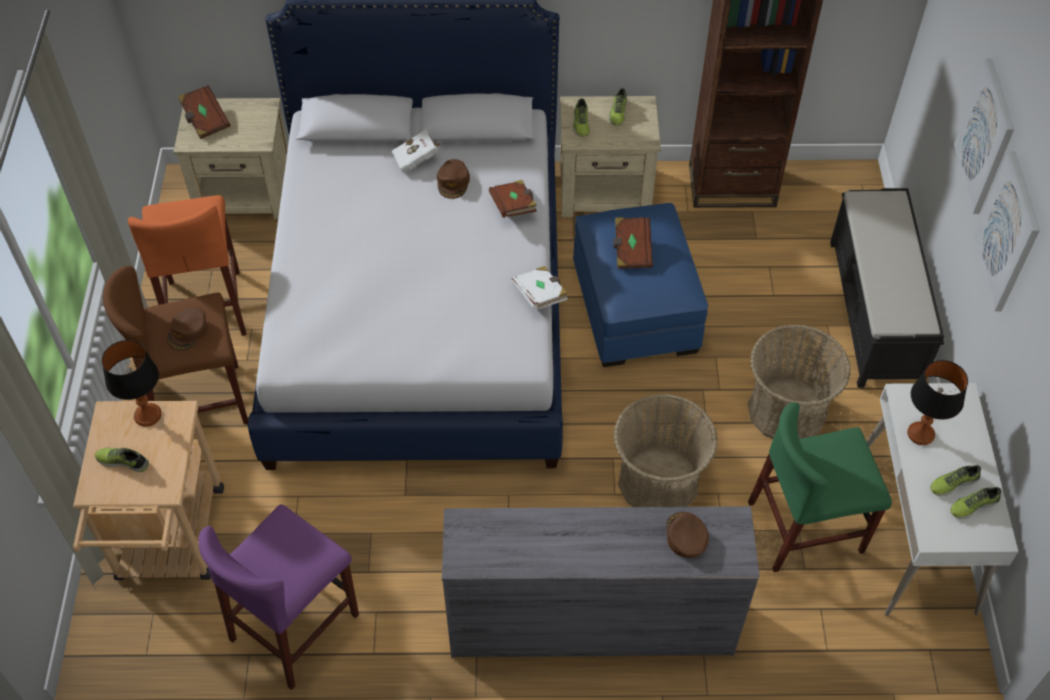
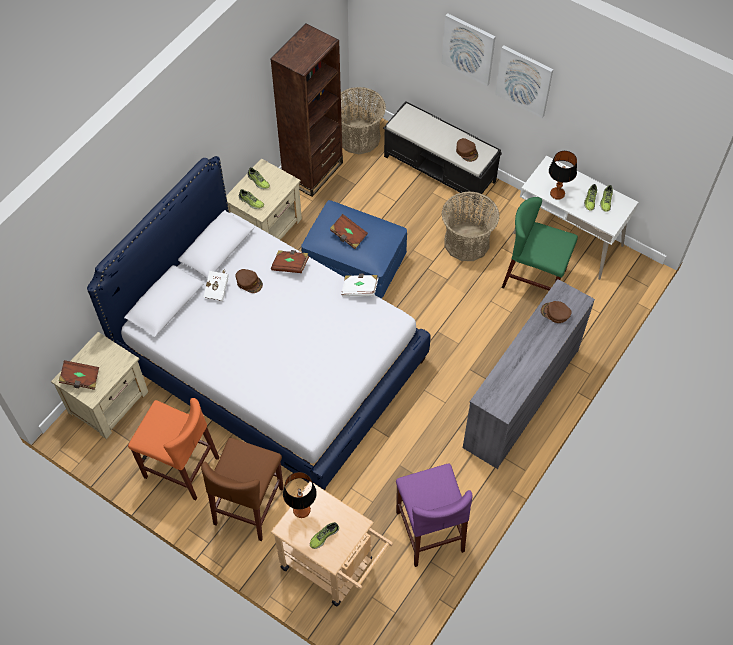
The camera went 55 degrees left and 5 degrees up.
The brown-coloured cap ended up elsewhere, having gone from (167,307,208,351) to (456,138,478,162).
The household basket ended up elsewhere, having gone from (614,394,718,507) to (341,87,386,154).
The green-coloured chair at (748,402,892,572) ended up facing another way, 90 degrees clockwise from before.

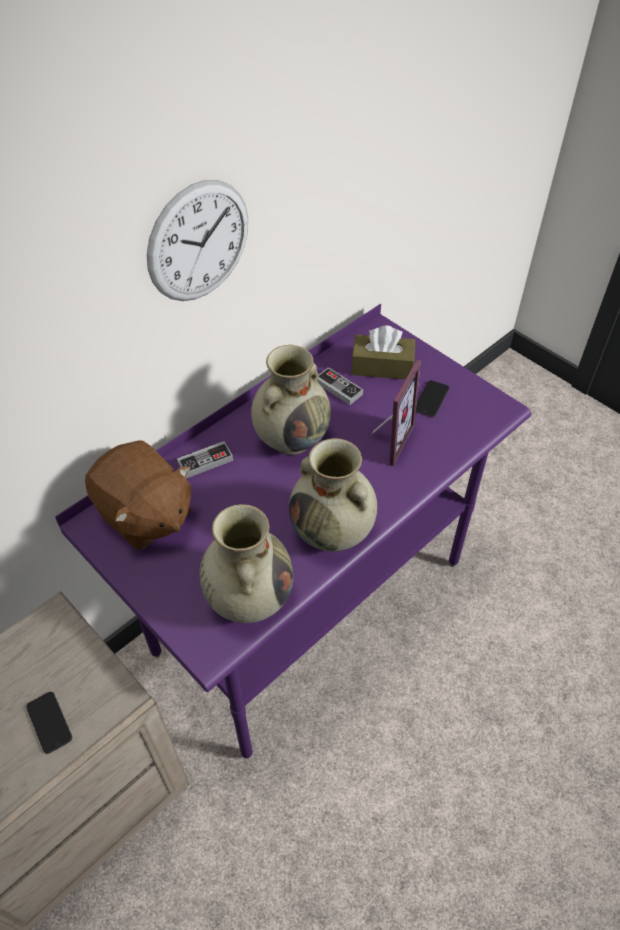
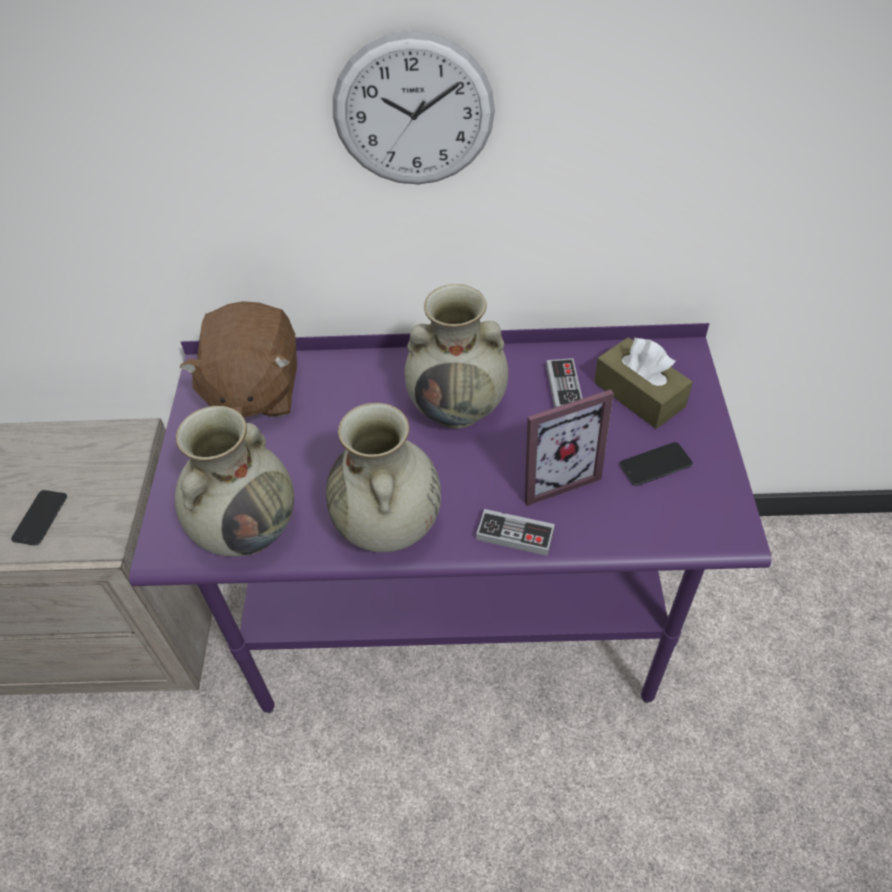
The camera went 45 degrees right and 0 degrees up.
The game controller ended up elsewhere, having gone from (177,441,233,478) to (476,509,555,556).

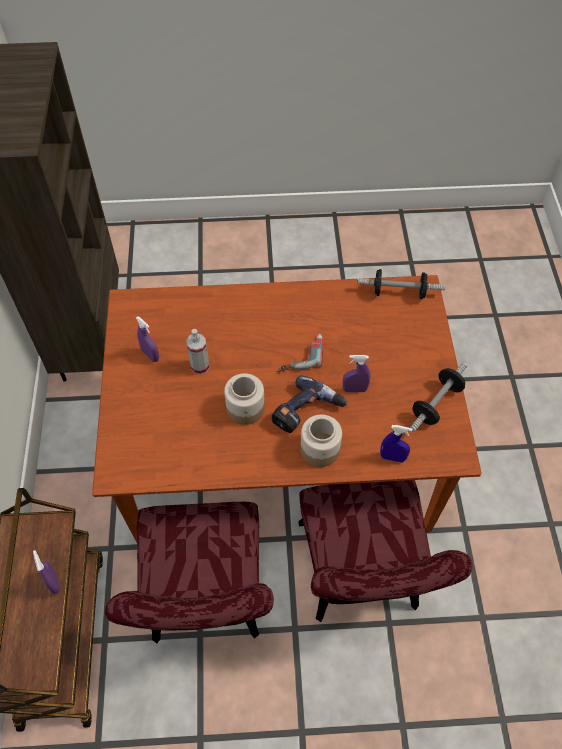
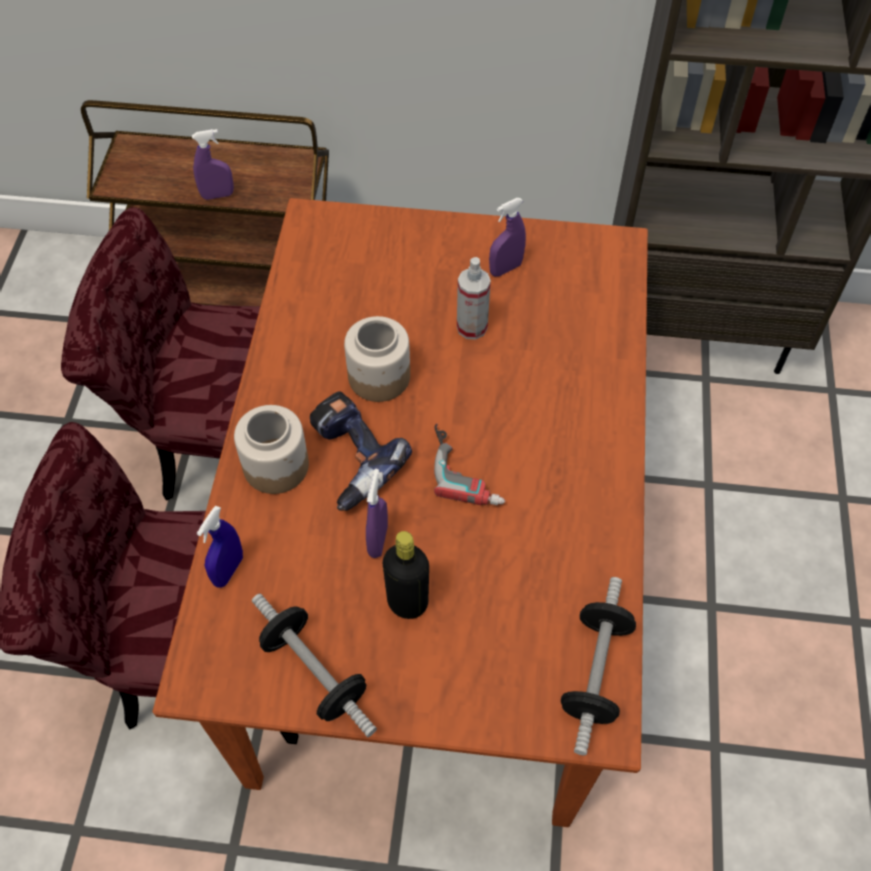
The camera went 100 degrees right and 0 degrees up.
The second view gained the black-coloured beverage bottle at (383,531,429,619).

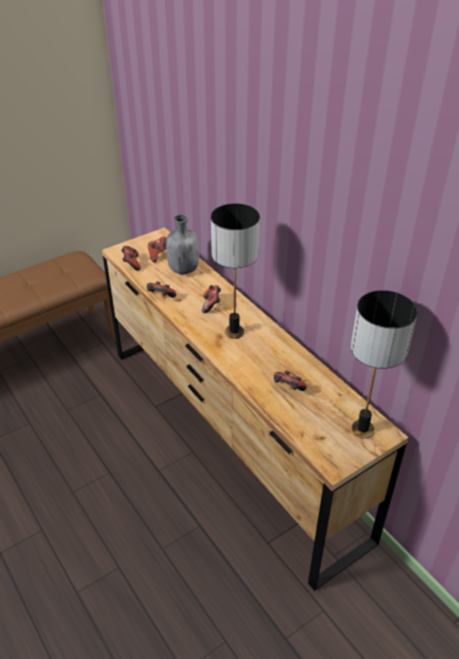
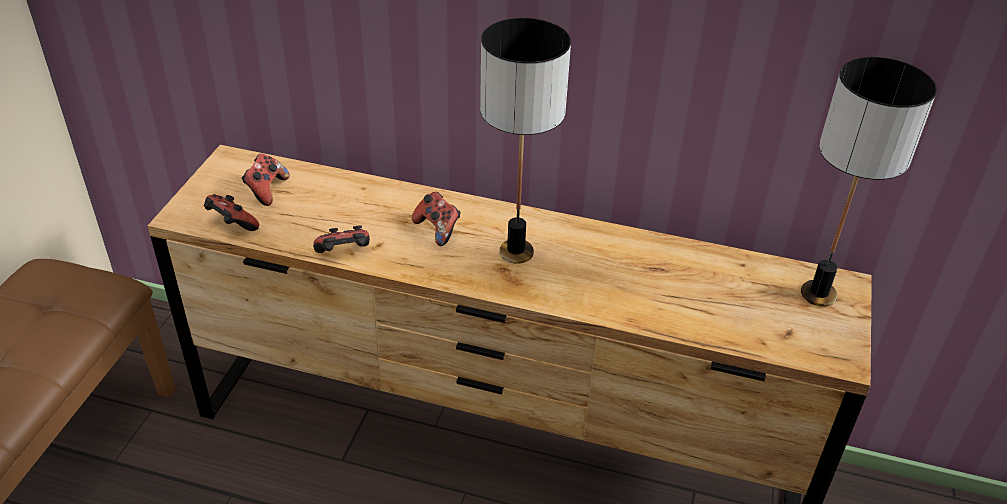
The camera went 40 degrees left and 0 degrees up.
The second view lost the gray beverage bottle at (166,215,199,274).
The second view lost the game controller at (274,371,307,391).

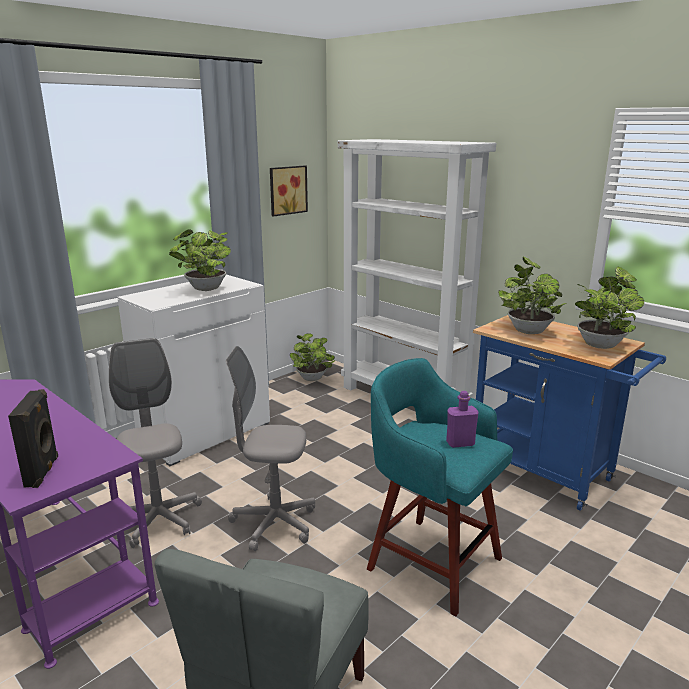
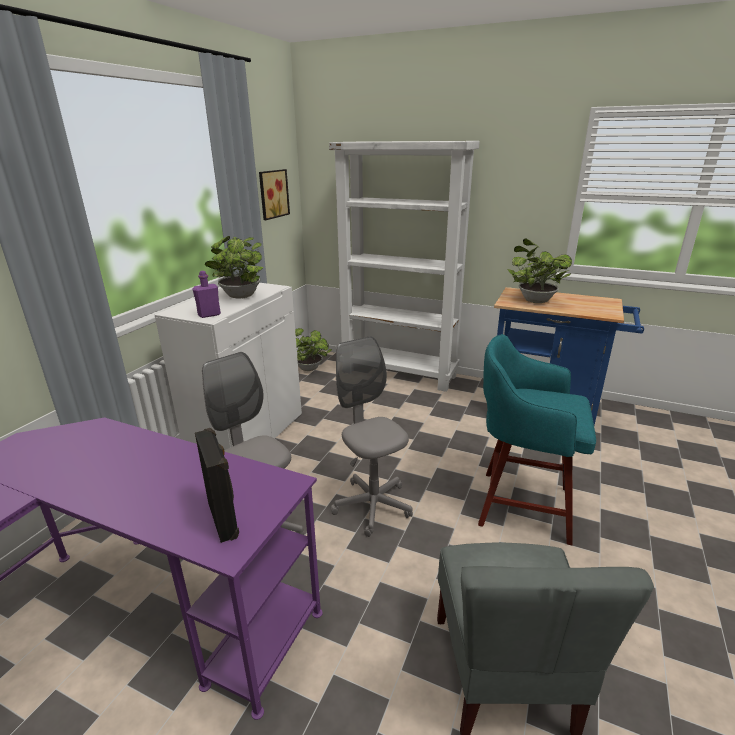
The camera went 20 degrees left and 5 degrees up.
The gray computer chair at (226,346,315,551) ended up facing another way, 75 degrees clockwise from before.
The purple beverage bottle ended up elsewhere, having gone from (446,391,479,448) to (192,271,221,318).
The second view lost the houseplant at (575,267,644,349).

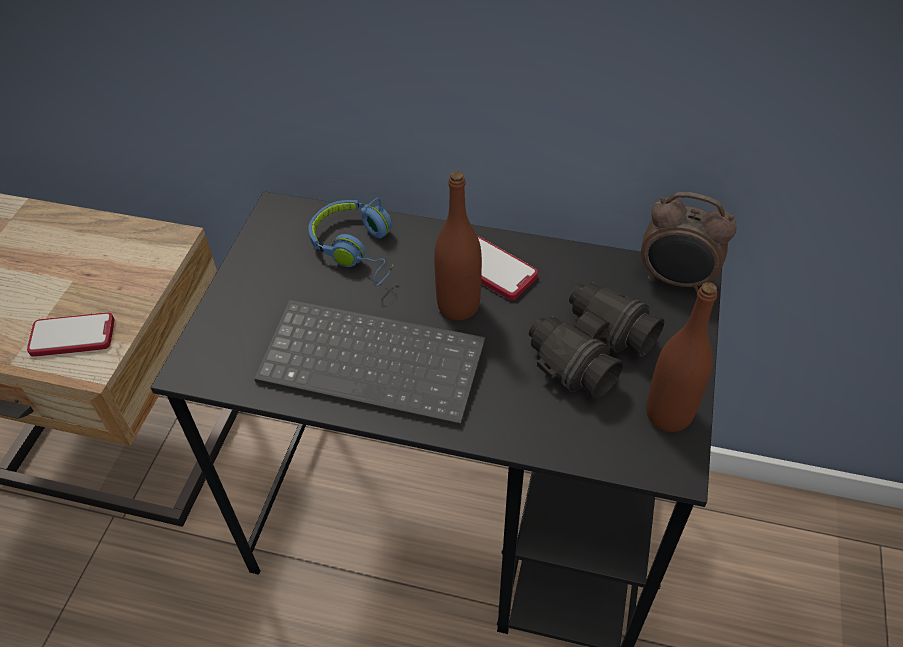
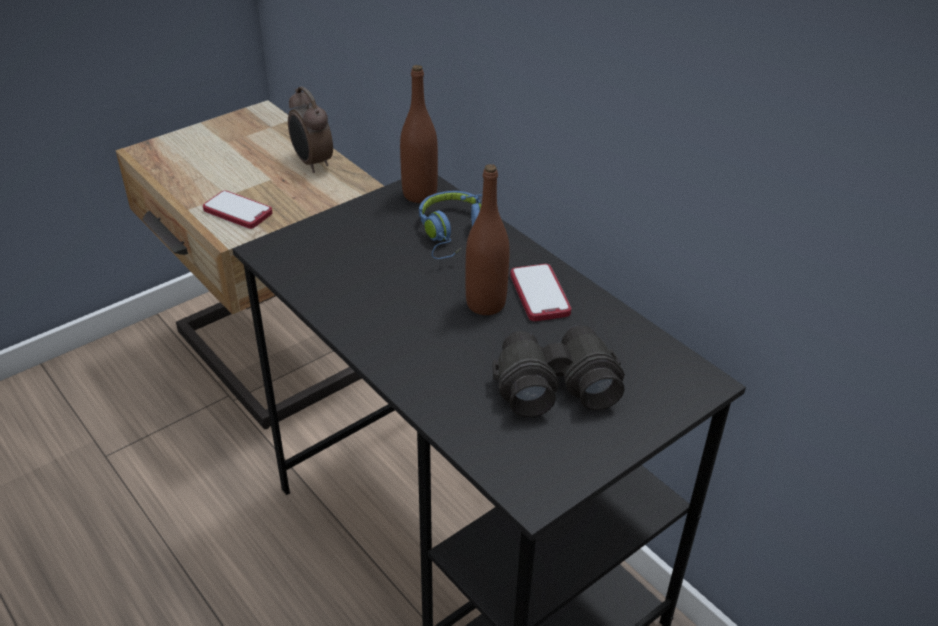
The camera went 35 degrees right and 10 degrees down.
The second view lost the computer keyboard at (254,299,485,427).
The bedside clock ended up elsewhere, having gone from (641,192,737,293) to (288,86,333,173).
The brown-coloured beverage bottle ended up elsewhere, having gone from (646,282,717,432) to (400,65,438,203).

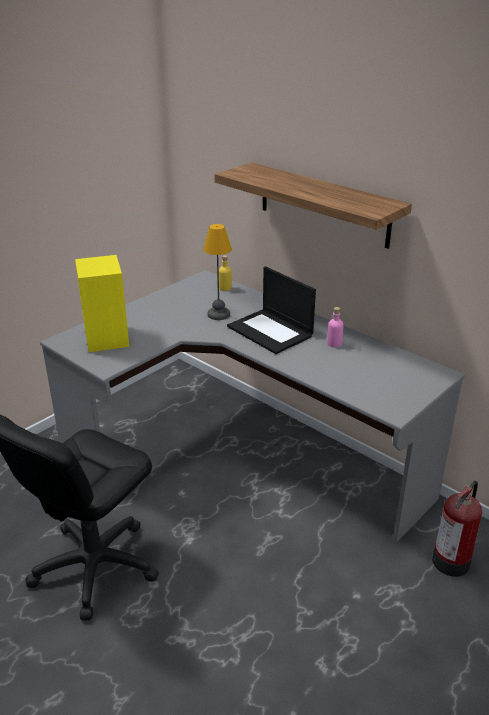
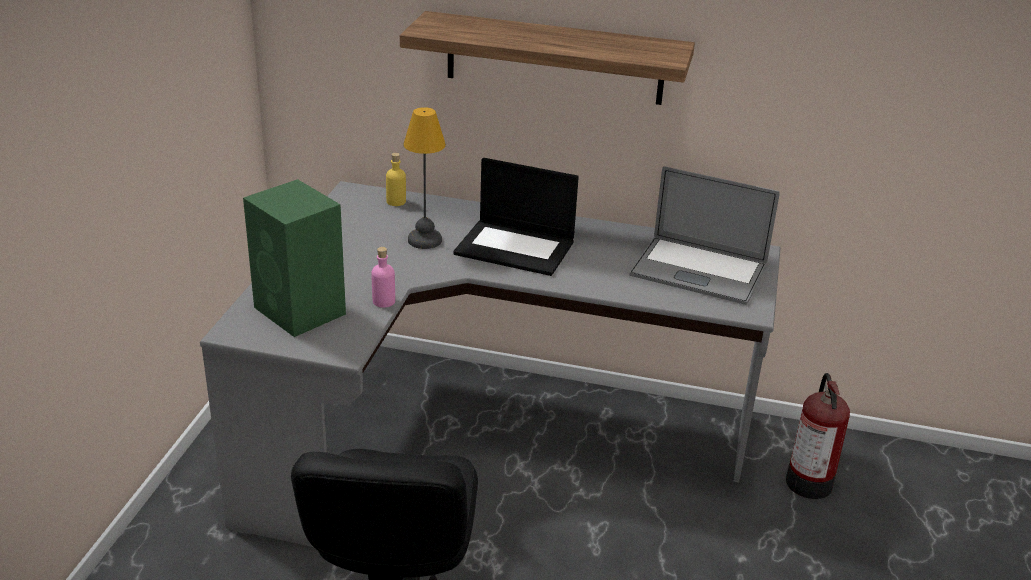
The camera went 30 degrees left and 0 degrees up.
What was the yellow-coloured audio speaker at (75,255,129,352) turned into the green-coloured audio speaker at (243,179,346,337).
The pink beverage bottle ended up elsewhere, having gone from (327,307,344,347) to (371,247,395,308).
The second view gained the portable computer at (629,166,780,305).

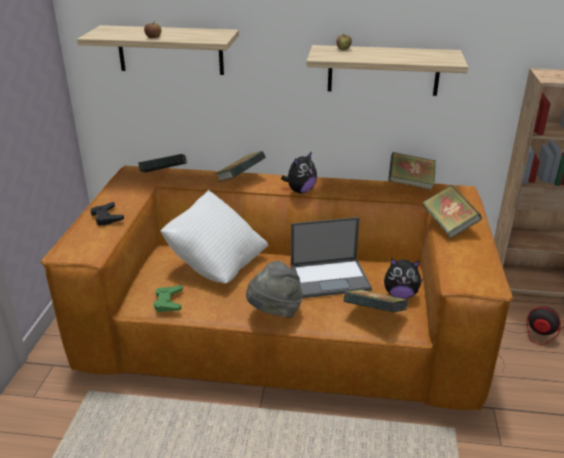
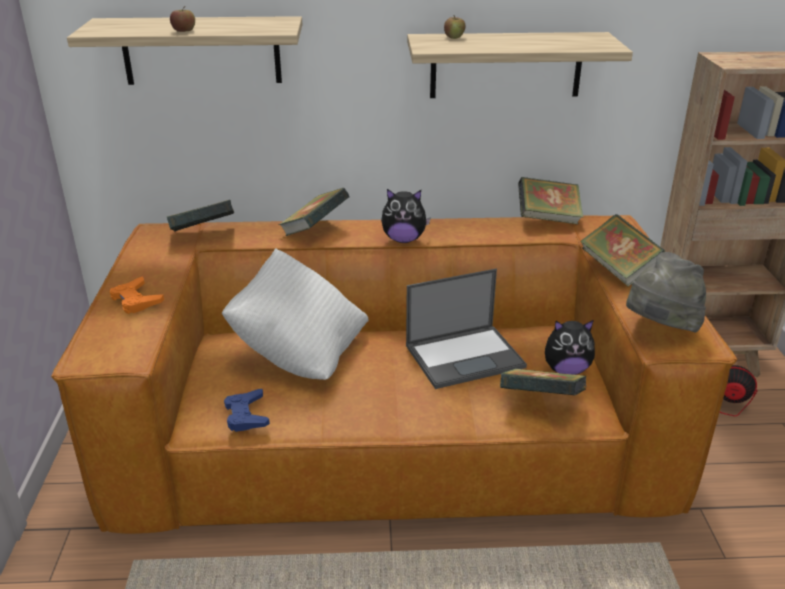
The camera went 10 degrees left and 0 degrees up.
What was the black-coloured game controller at (90,202,124,226) turned into the orange-coloured game controller at (110,276,164,314).
What was the green-coloured game controller at (153,285,183,312) turned into the bluish game controller at (224,389,270,432).
The gray clothing hat ended up elsewhere, having gone from (246,261,302,318) to (626,252,706,332).
The cuddly toy at (281,152,317,193) ended up facing another way, 60 degrees clockwise from before.

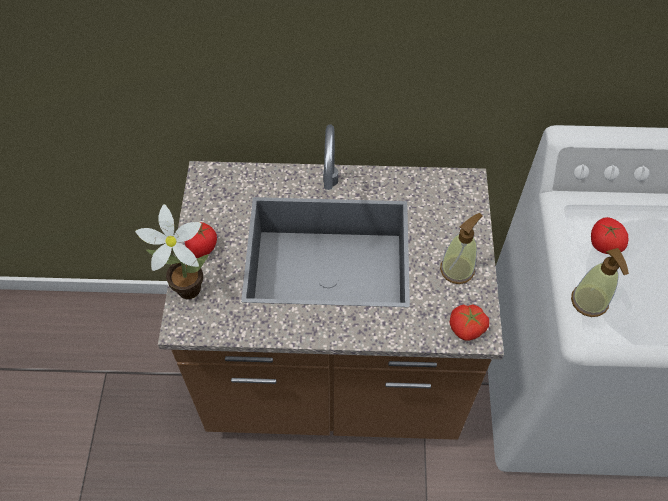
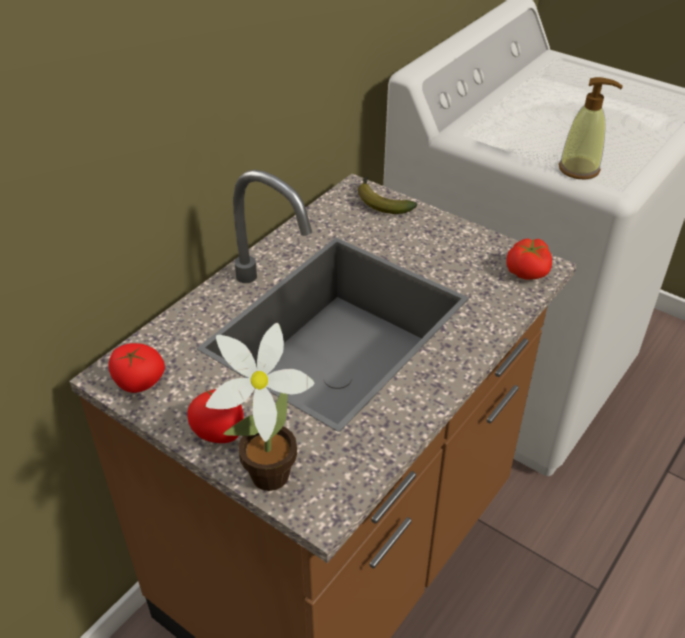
The camera went 55 degrees left and 15 degrees down.
The second view lost the soap bottle at (440,213,483,284).
The tomato ended up elsewhere, having gone from (591,217,629,254) to (109,343,165,393).
The second view gained the banana at (358,176,417,214).

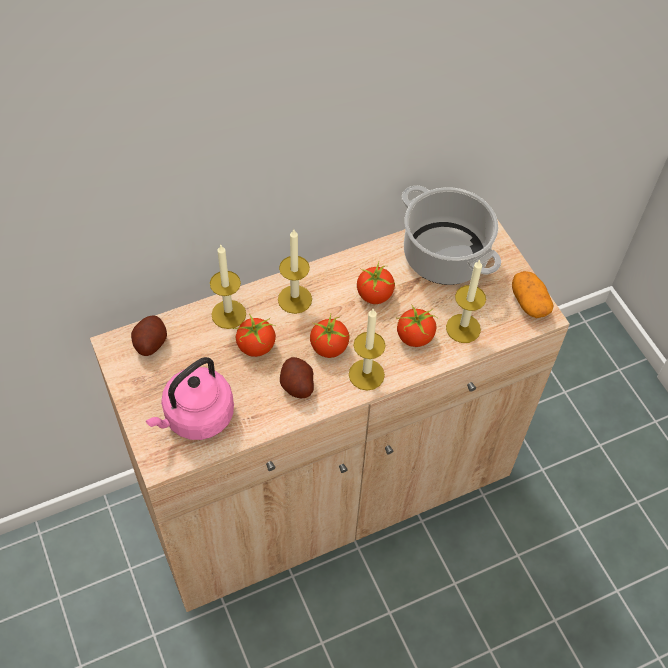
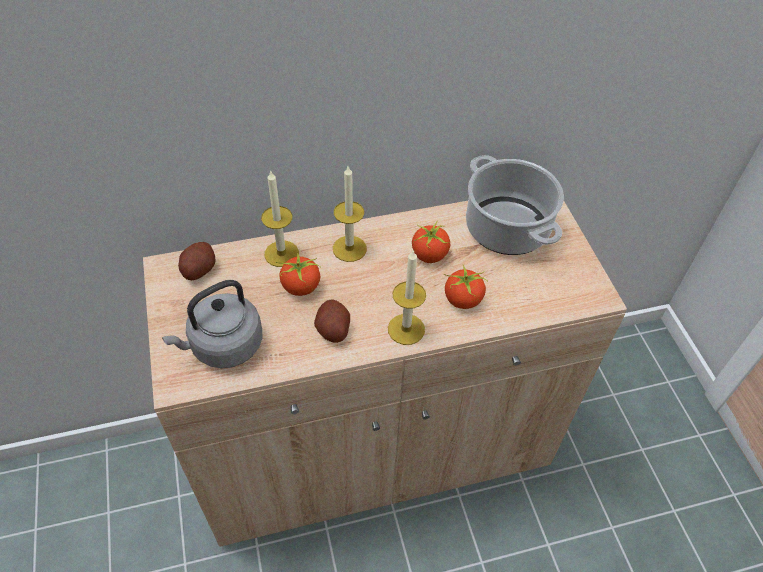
The camera went 10 degrees right and 5 degrees down.
What was the pink tea kettle at (146,357,234,440) turned into the gray tea kettle at (162,280,263,368).
The second view lost the tomato at (310,314,349,358).
The second view lost the wax light at (446,259,486,343).
The second view lost the whole potato at (512,271,554,318).

